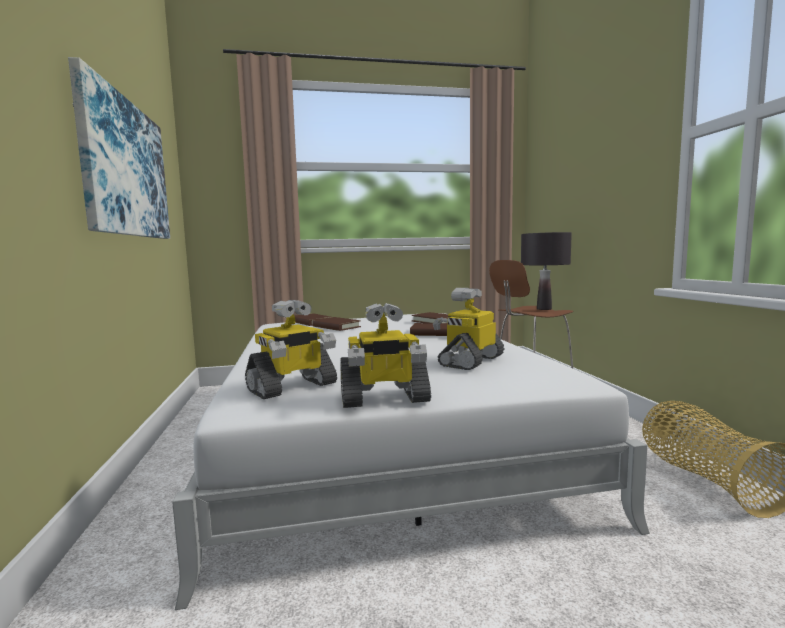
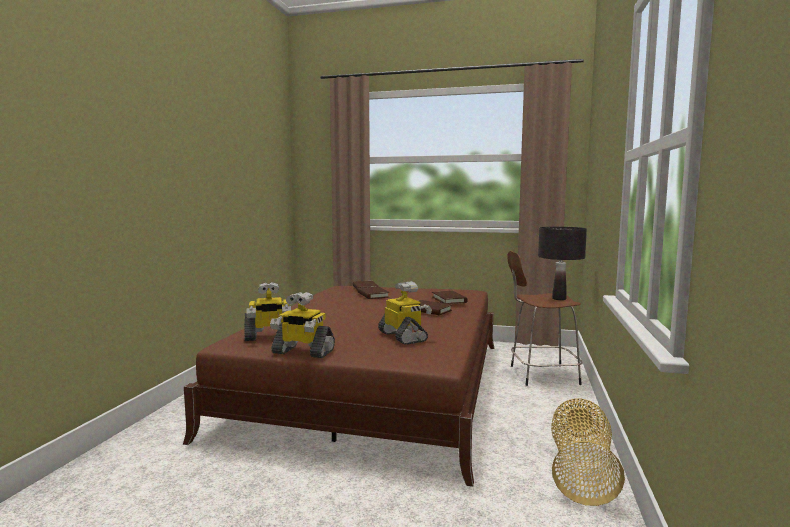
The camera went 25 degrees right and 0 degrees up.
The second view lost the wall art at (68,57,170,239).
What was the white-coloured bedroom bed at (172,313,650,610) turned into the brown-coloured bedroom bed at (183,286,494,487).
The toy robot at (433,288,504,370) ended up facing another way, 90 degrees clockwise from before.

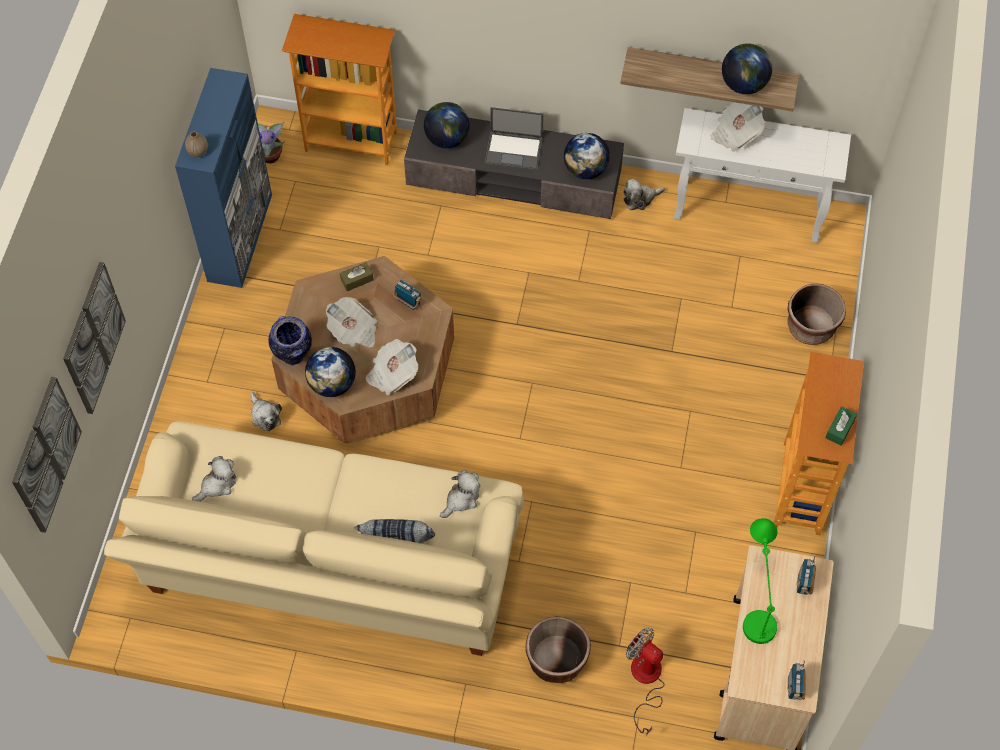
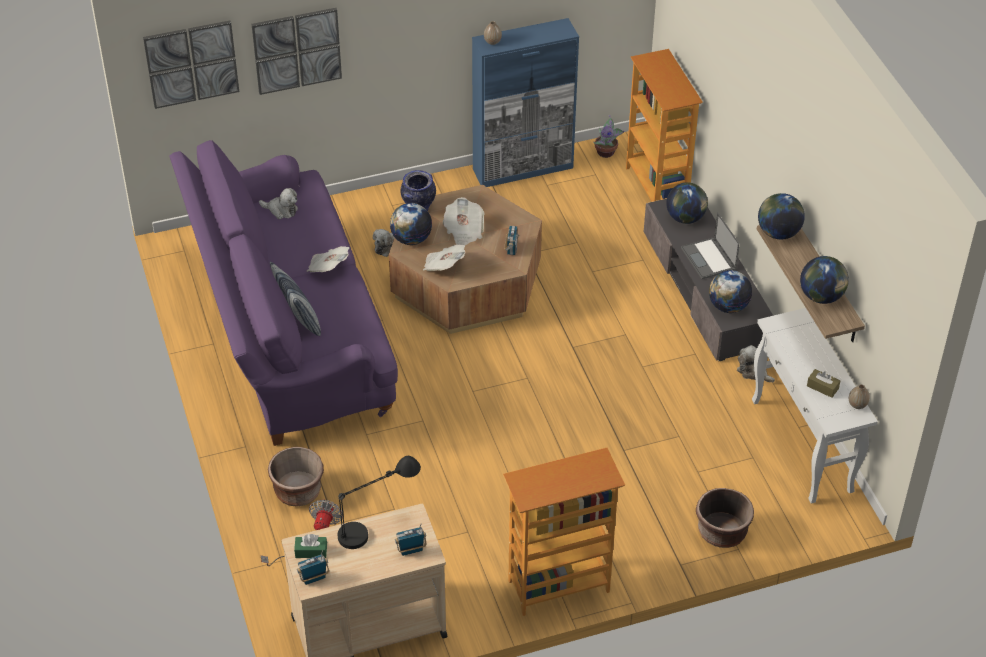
The camera went 60 degrees right and 15 degrees down.
What was the beige-coloured sofa at (104,421,524,656) turned into the purple sofa at (170,140,398,446).
The brown-coloured tissue holder ended up elsewhere, having gone from (340,262,374,291) to (807,369,840,398).
The second view lost the cuddly toy at (440,470,481,518).
The newspaper ended up elsewhere, having gone from (711,102,765,152) to (306,246,349,272).
What was the green-coloured table lamp at (743,518,777,644) turned into the black-coloured table lamp at (338,456,421,549).
The green-coloured tissue holder ended up elsewhere, having gone from (825,406,857,446) to (294,534,327,558).
The second view gained the desk globe at (758,193,805,239).
The second view gained the flower vase at (849,384,870,409).

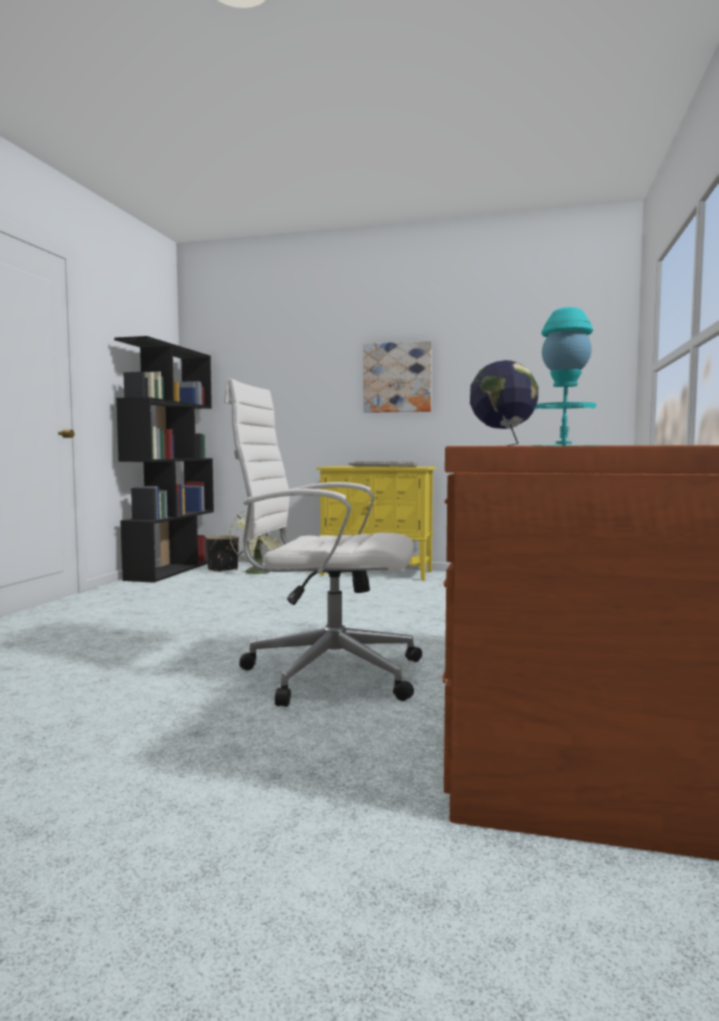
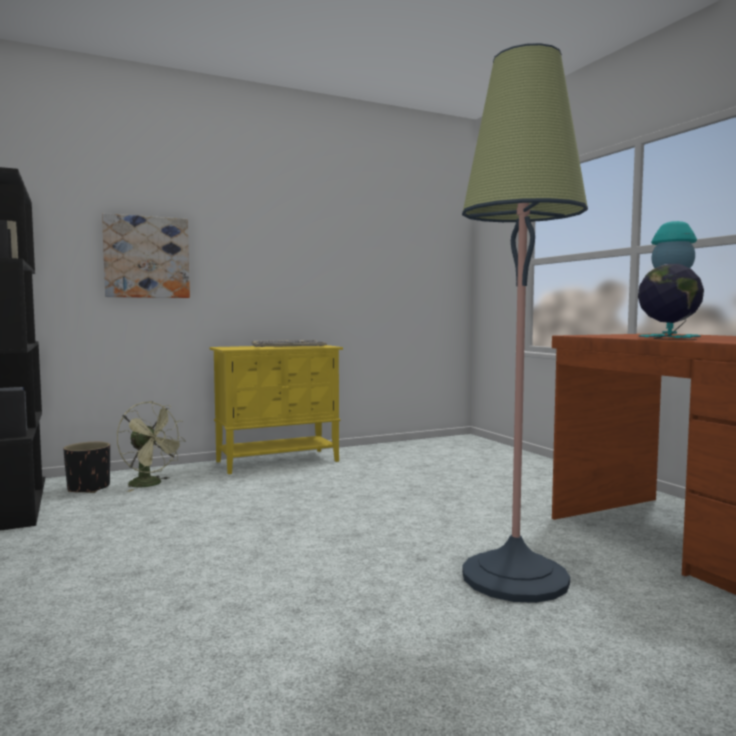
The camera went 40 degrees left and 0 degrees up.
Where the white-coloured computer chair stood at (224,379,422,707), the standard lamp came to stand at (462,43,588,603).
The wall art ended up elsewhere, having gone from (364,341,432,413) to (102,213,190,298).

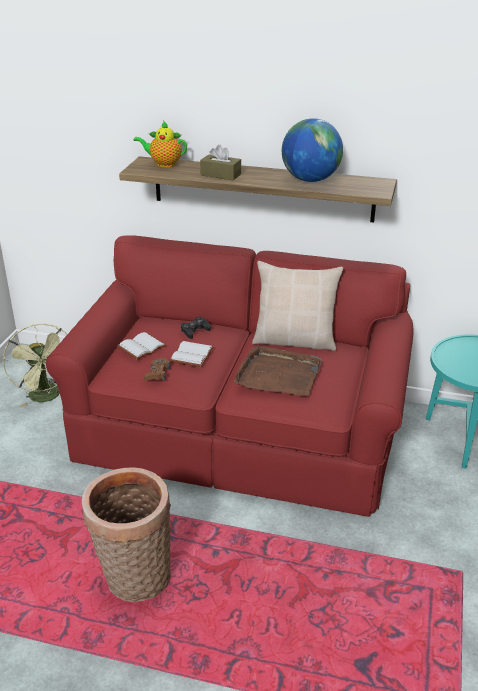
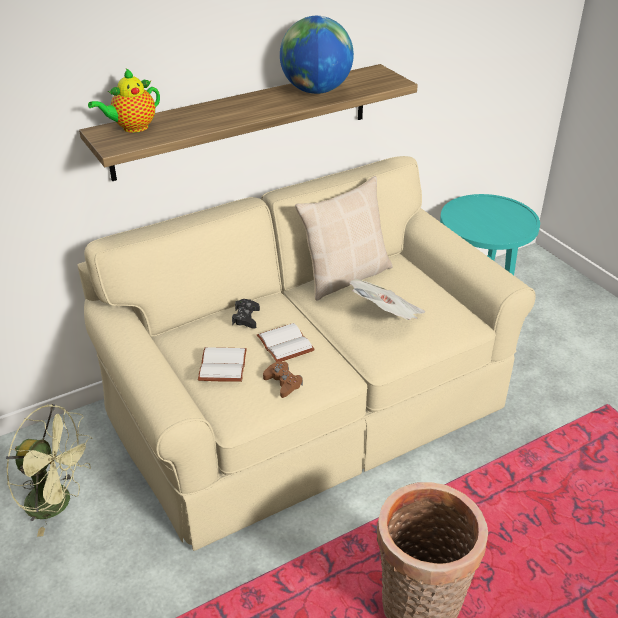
The camera went 45 degrees left and 5 degrees up.
What was the red-coloured sofa at (46,235,414,517) turned into the beige-coloured sofa at (77,156,536,551).
The second view lost the brown-coloured tissue holder at (200,145,241,180).
Where the brown-coloured carrying tray stood at (234,345,322,396), the newspaper came to stand at (349,279,425,320).

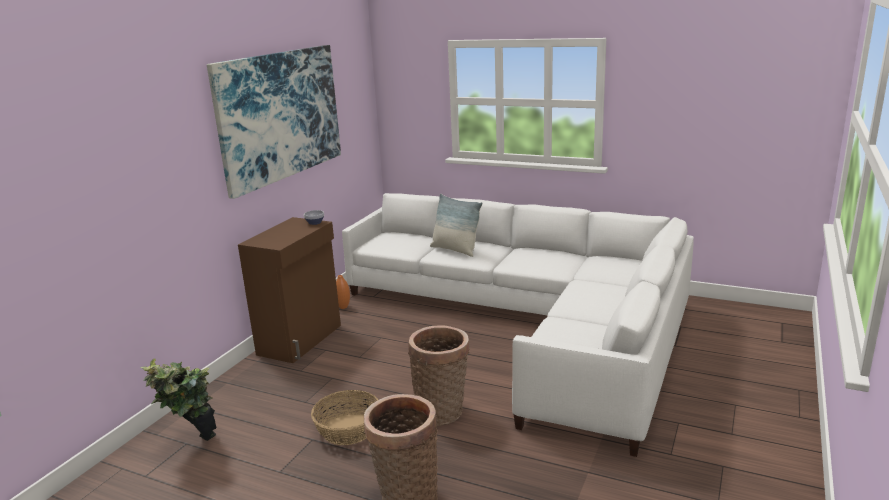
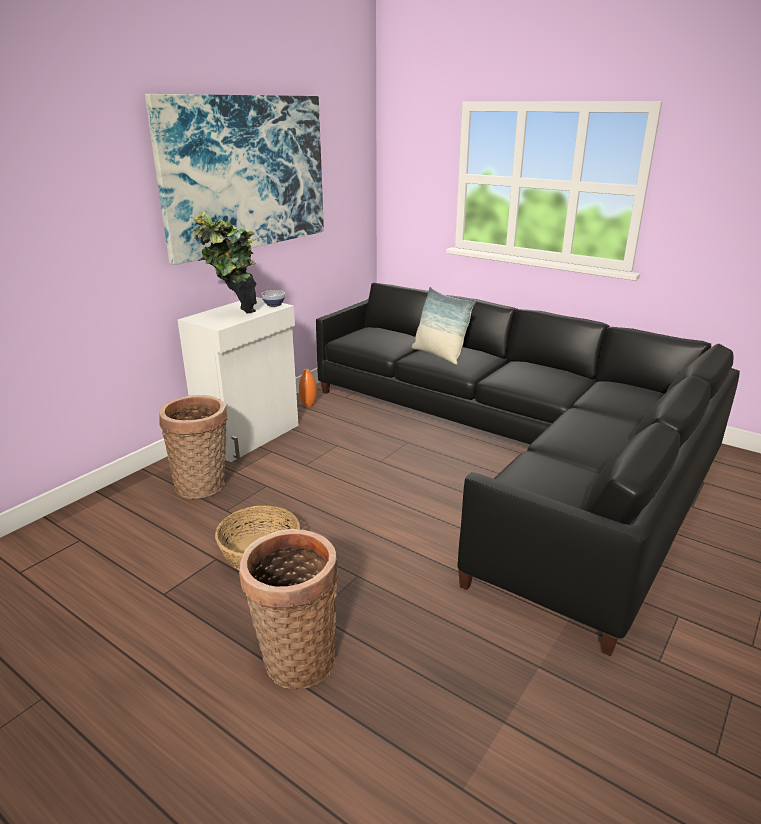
The camera went 10 degrees right and 5 degrees up.
The houseplant ended up elsewhere, having gone from (140,359,217,441) to (190,211,257,314).
What was the brown-coloured cabinet at (238,217,341,363) turned into the white-coloured cabinet at (178,297,299,462).
What was the white-coloured sofa at (342,193,694,457) turned into the black-coloured sofa at (316,283,740,656).
The household basket ended up elsewhere, having gone from (408,325,470,426) to (159,395,228,499).

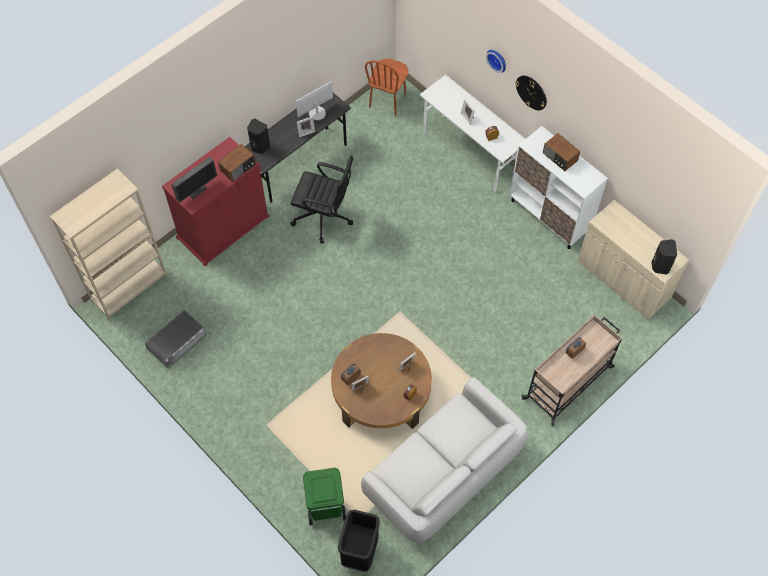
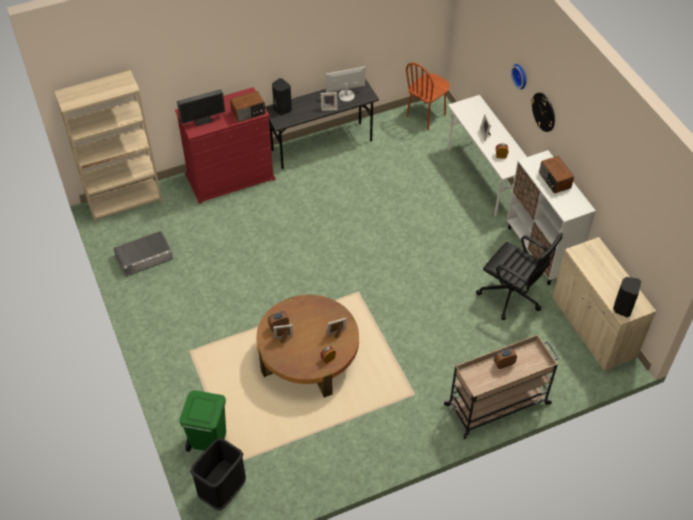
The camera went 20 degrees right and 10 degrees down.
The black-coloured computer chair ended up elsewhere, having gone from (290,155,353,244) to (476,233,563,320).
The second view lost the gray sofa at (361,377,528,543).

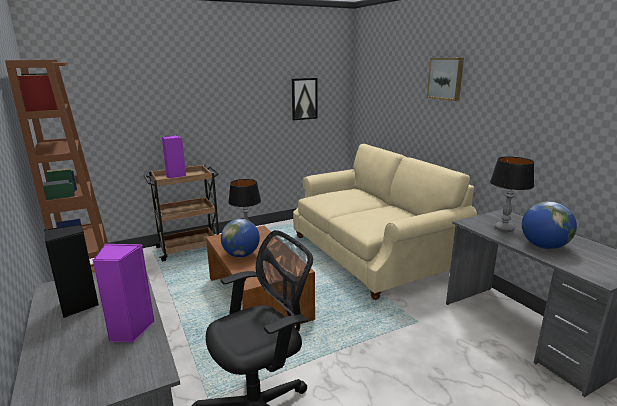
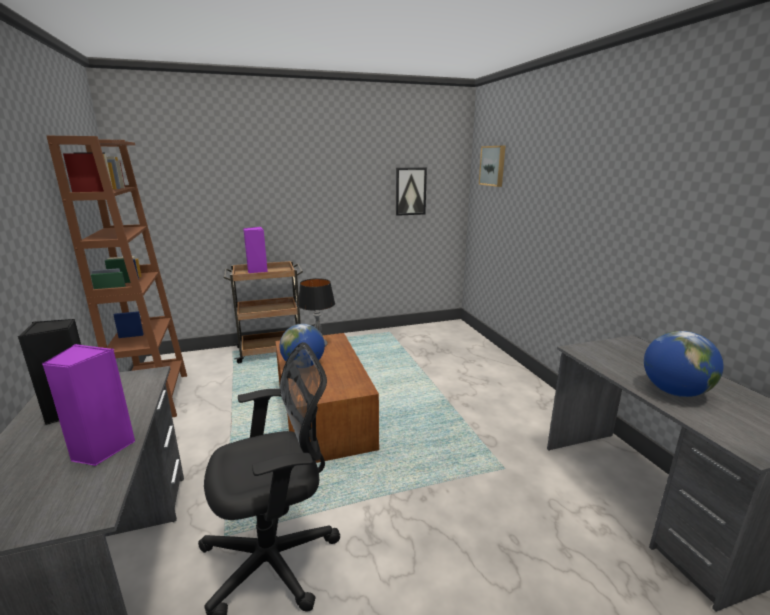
The camera went 10 degrees right and 0 degrees up.
The second view lost the beige-coloured sofa at (293,144,477,300).
The wall art ended up elsewhere, having gone from (427,58,464,101) to (479,146,505,187).
The second view lost the table lamp at (490,157,534,232).

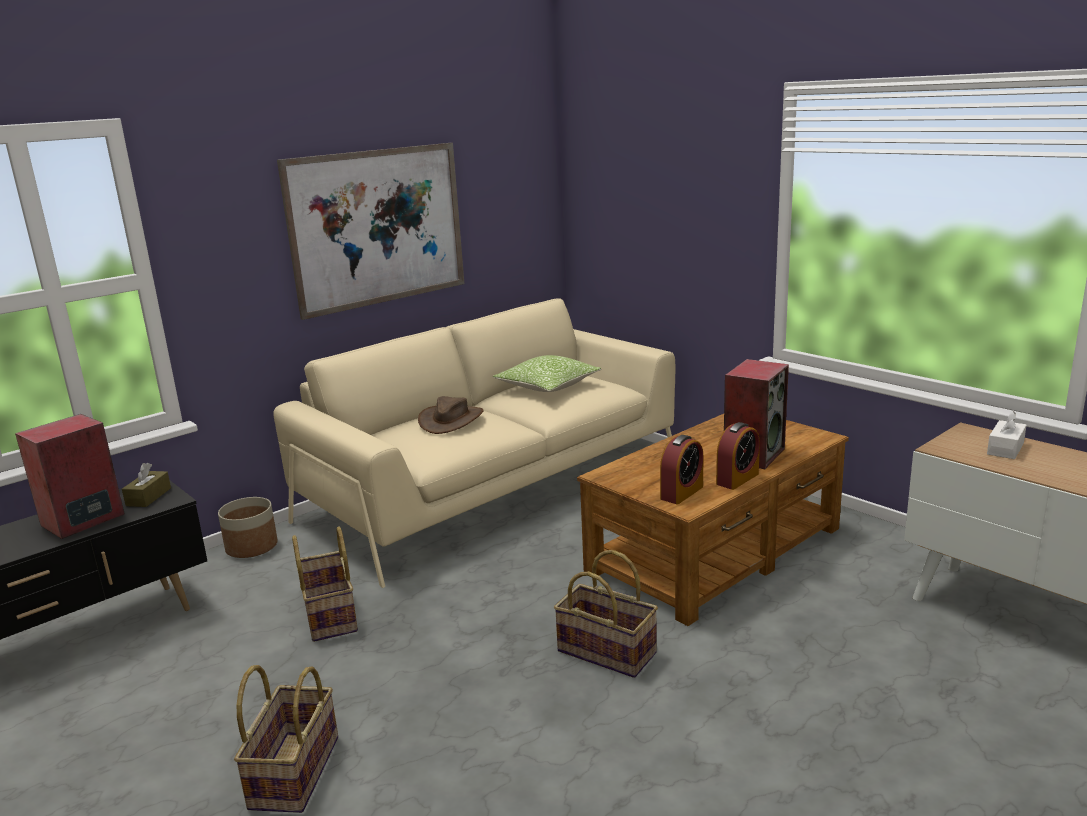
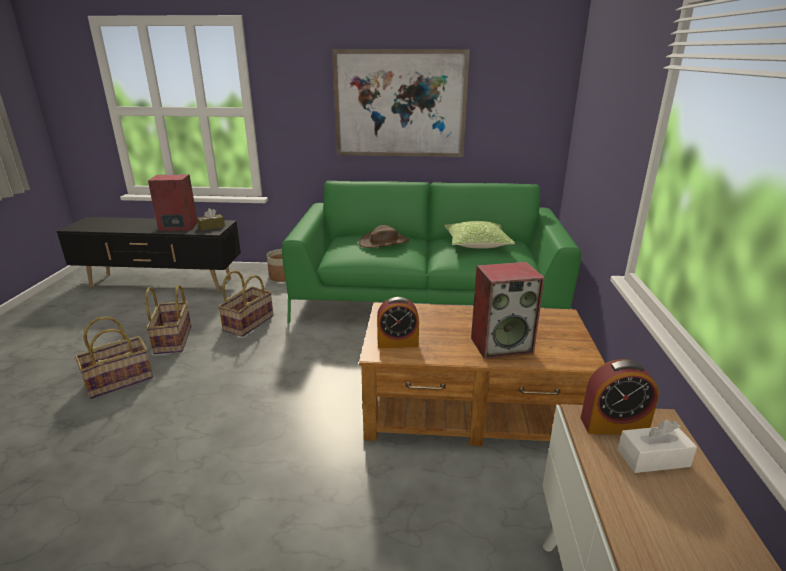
The camera went 45 degrees right and 5 degrees up.
What was the beige-coloured sofa at (273,298,675,588) turned into the green-coloured sofa at (282,181,581,323).
The household basket ended up elsewhere, having gone from (554,550,658,678) to (145,285,191,354).
The bedside clock ended up elsewhere, having gone from (716,422,760,490) to (581,359,659,434).

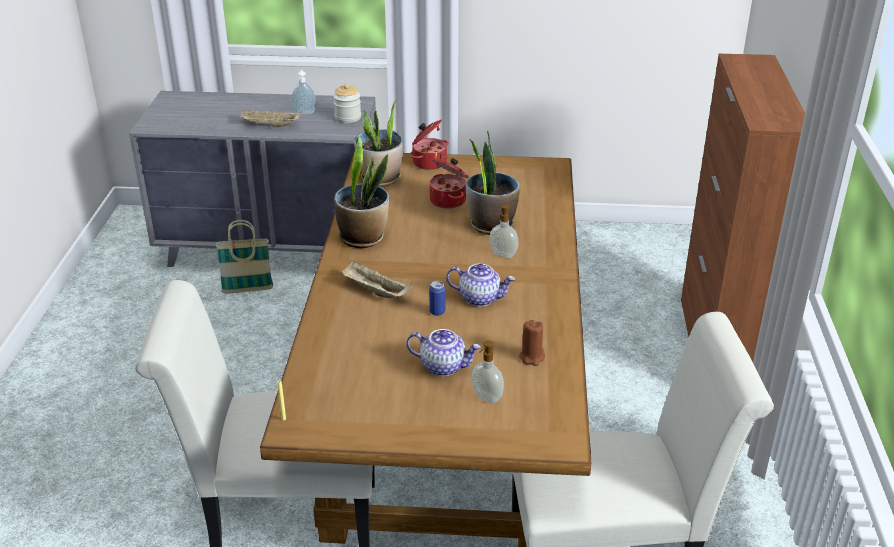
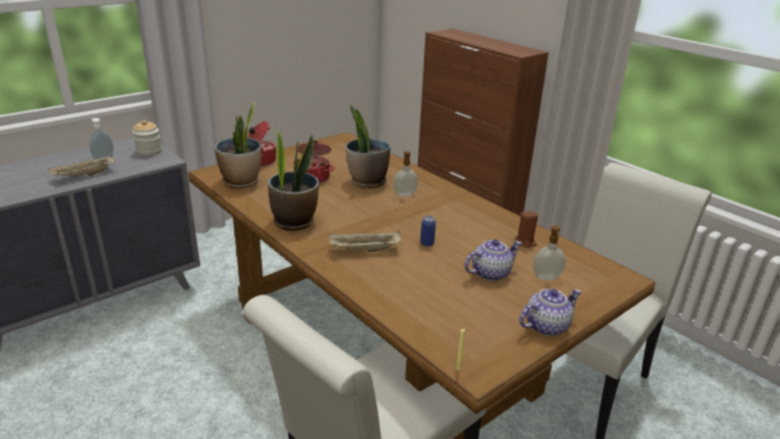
The camera went 45 degrees left and 5 degrees down.
The second view lost the household basket at (216,220,273,294).
The teapot ended up elsewhere, having gone from (446,264,515,307) to (519,289,582,336).

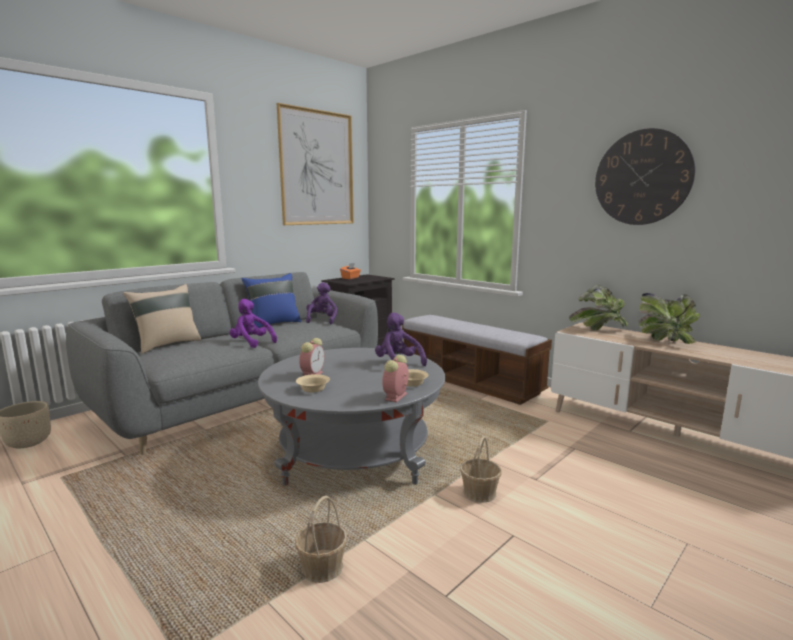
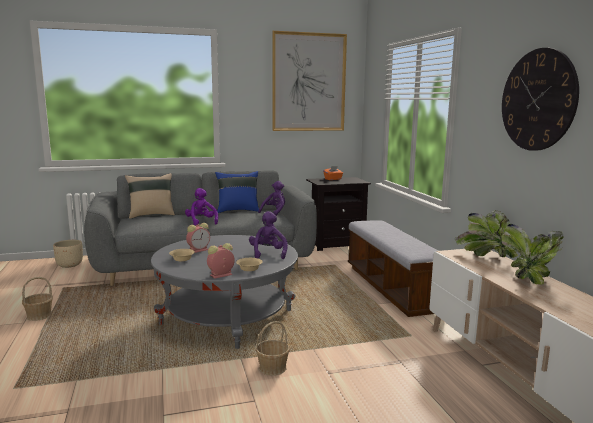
The camera went 30 degrees right and 0 degrees up.
The household basket ended up elsewhere, having gone from (295,495,347,583) to (22,277,53,321).

